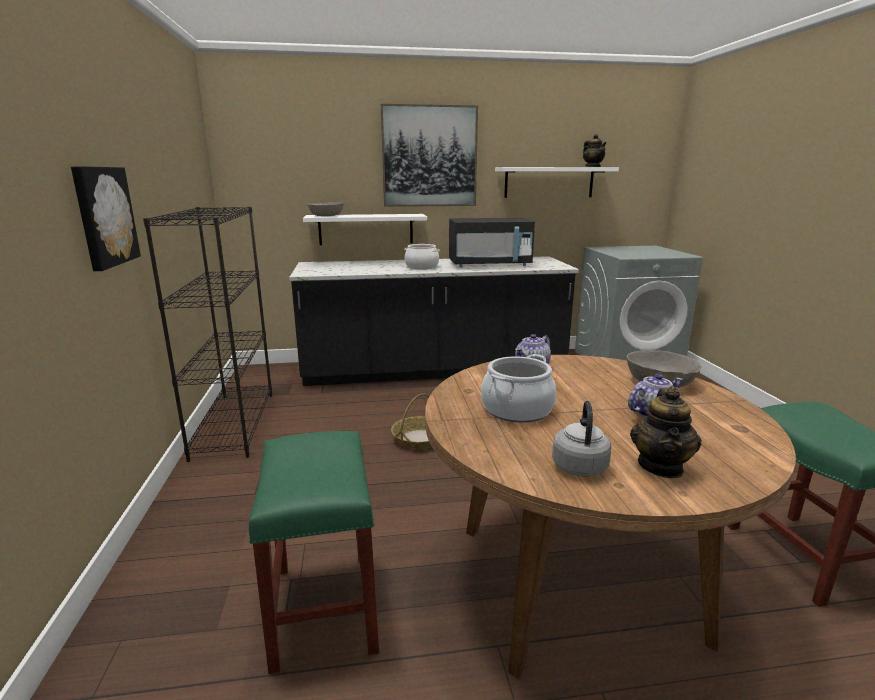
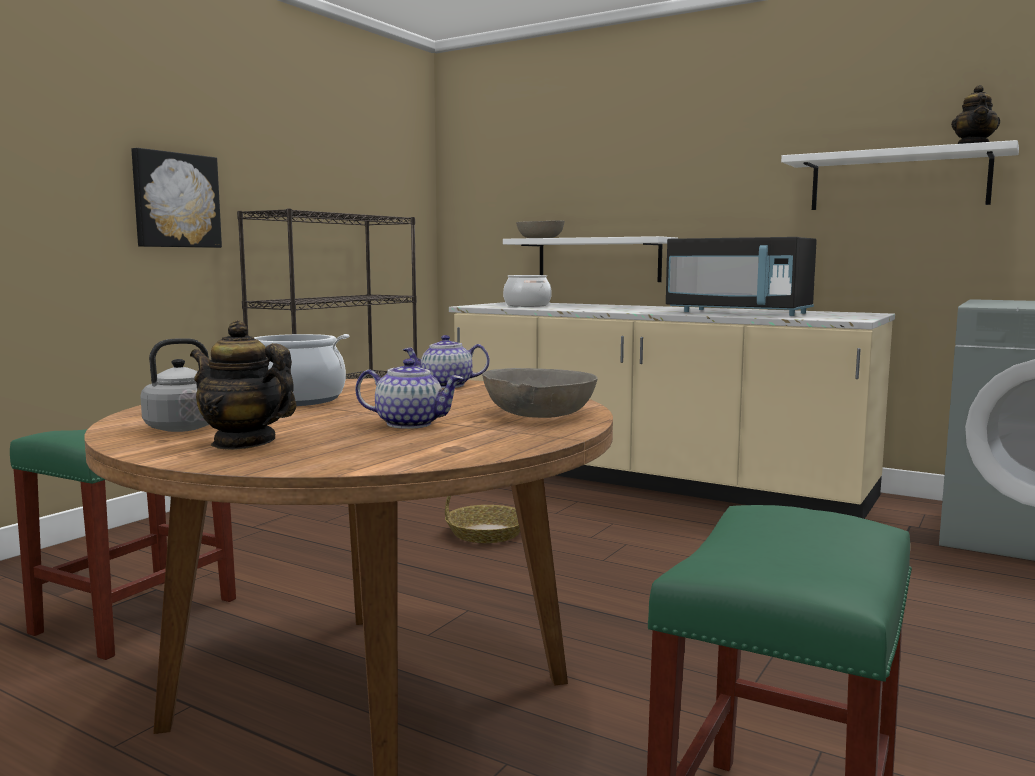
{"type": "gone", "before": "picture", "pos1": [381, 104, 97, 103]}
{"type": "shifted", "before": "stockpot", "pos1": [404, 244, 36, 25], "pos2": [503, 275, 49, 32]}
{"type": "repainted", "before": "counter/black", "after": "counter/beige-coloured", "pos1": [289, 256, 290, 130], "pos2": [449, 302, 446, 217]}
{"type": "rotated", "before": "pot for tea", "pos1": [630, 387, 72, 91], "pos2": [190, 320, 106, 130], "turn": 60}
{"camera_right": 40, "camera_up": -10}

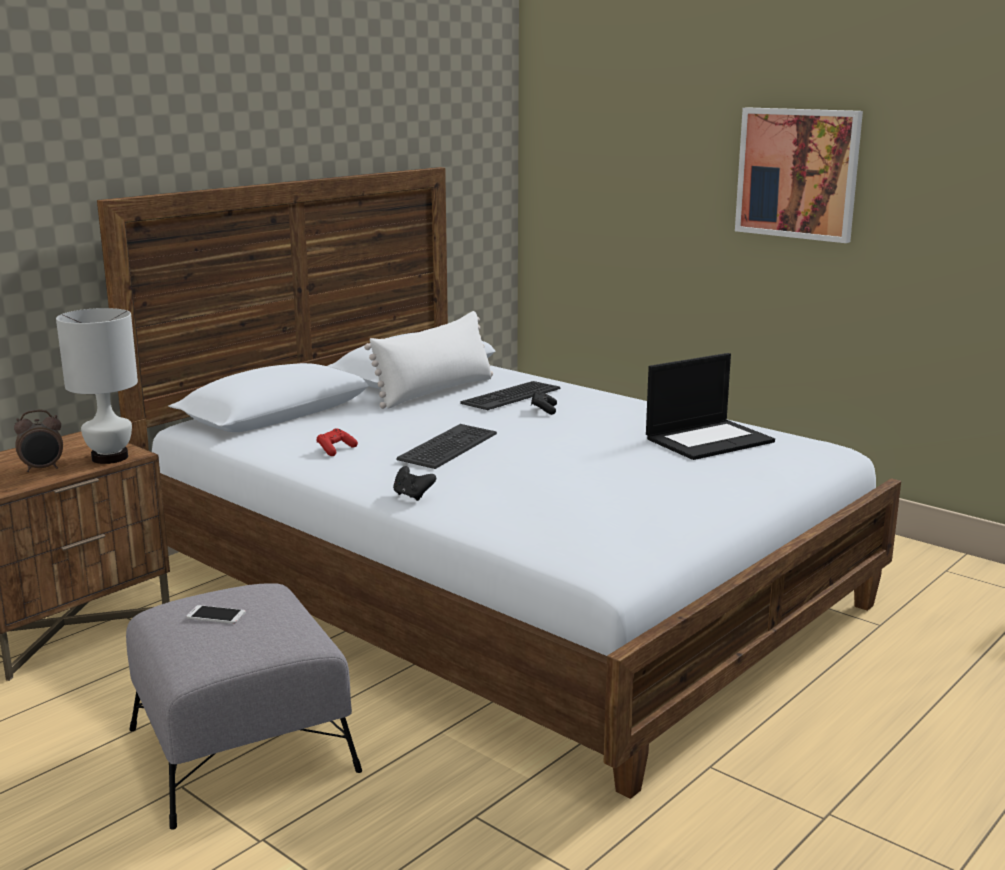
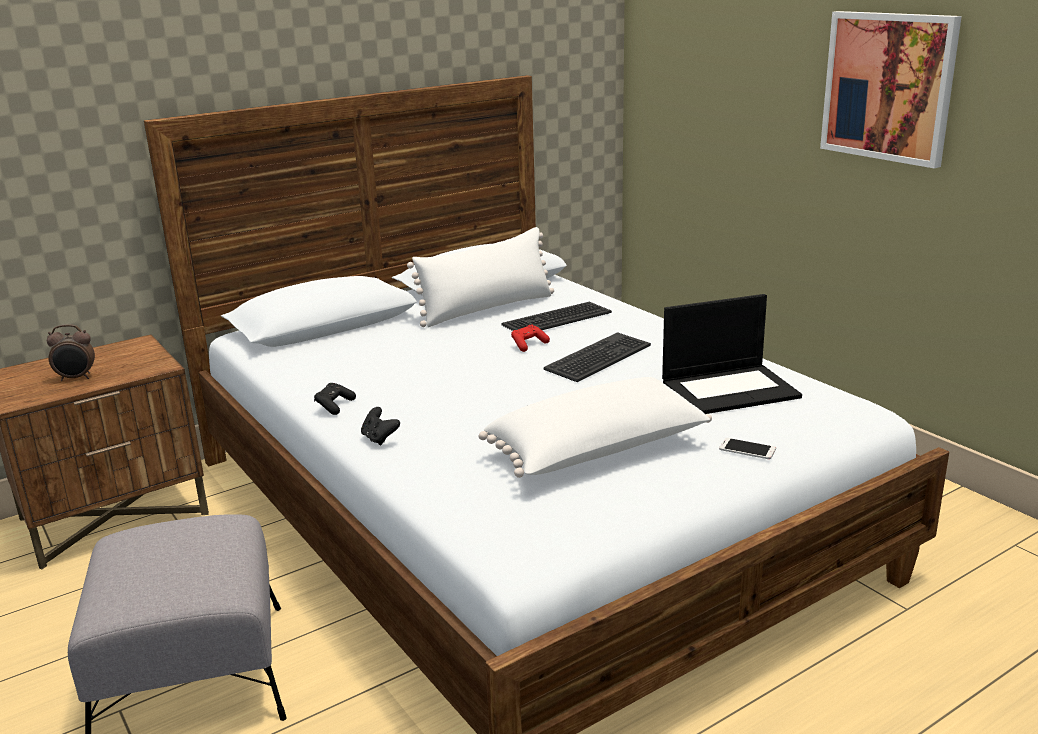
{"type": "gone", "before": "table lamp/white-coloured", "pos1": [56, 308, 82, 156]}
{"type": "new", "after": "pillow/white-coloured", "pos2": [479, 377, 233, 101]}
{"type": "shifted", "before": "telephone", "pos1": [186, 605, 60, 19], "pos2": [719, 438, 57, 21]}
{"type": "shifted", "before": "game controller/reddish", "pos1": [317, 428, 41, 28], "pos2": [511, 324, 39, 28]}
{"type": "shifted", "before": "PC keyboard", "pos1": [397, 424, 100, 45], "pos2": [543, 332, 108, 50]}
{"type": "shifted", "before": "game controller/black", "pos1": [531, 392, 26, 23], "pos2": [314, 383, 42, 32]}
{"camera_right": 15, "camera_up": 5}

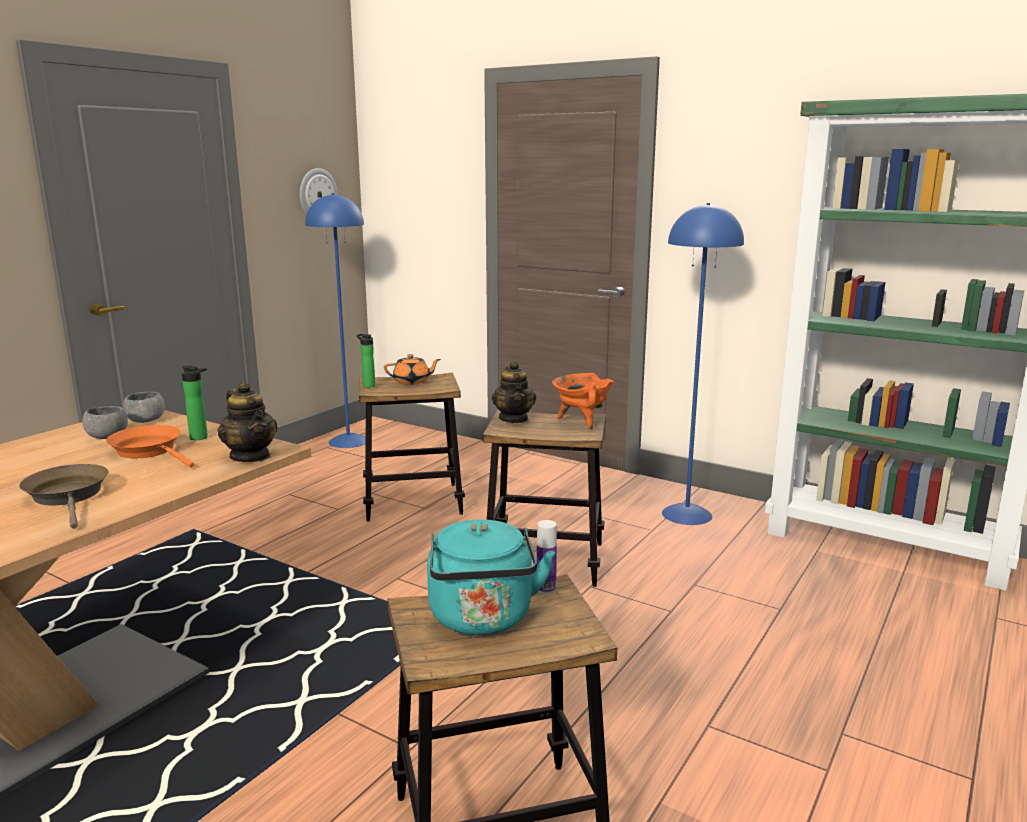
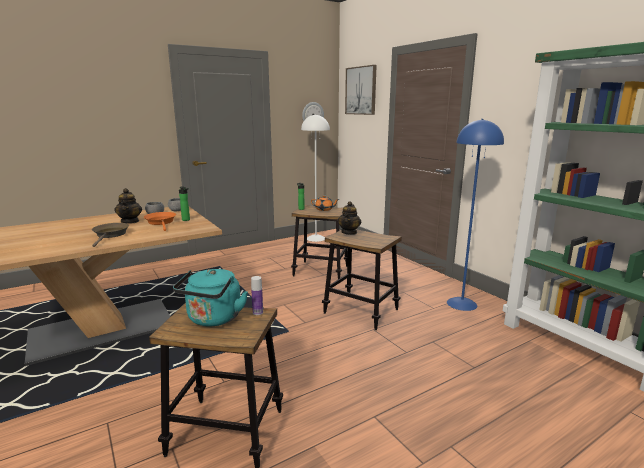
{"type": "gone", "before": "stockpot/orange", "pos1": [552, 373, 62, 57]}
{"type": "new", "after": "picture", "pos2": [345, 65, 32, 50]}
{"type": "shifted", "before": "pot for tea", "pos1": [218, 382, 59, 80], "pos2": [114, 188, 28, 36]}
{"type": "repainted", "before": "standard lamp/bluish", "after": "standard lamp/white-coloured", "pos1": [305, 193, 61, 255], "pos2": [301, 114, 29, 128]}
{"camera_right": 25, "camera_up": 0}

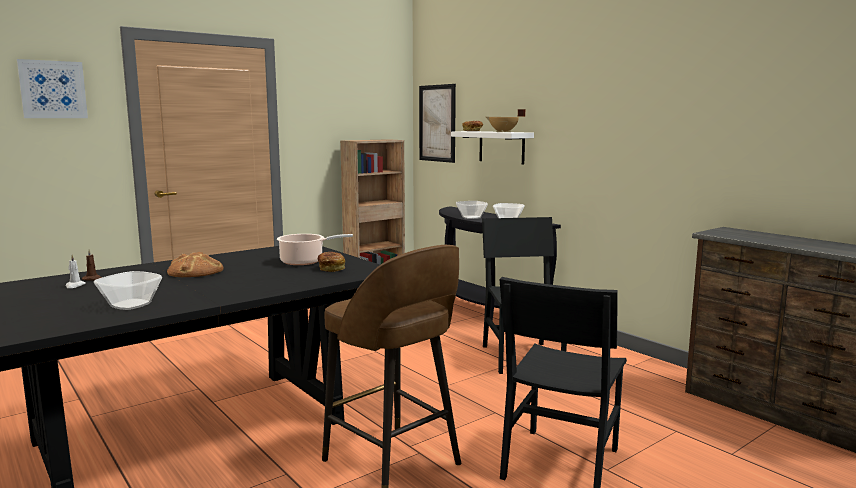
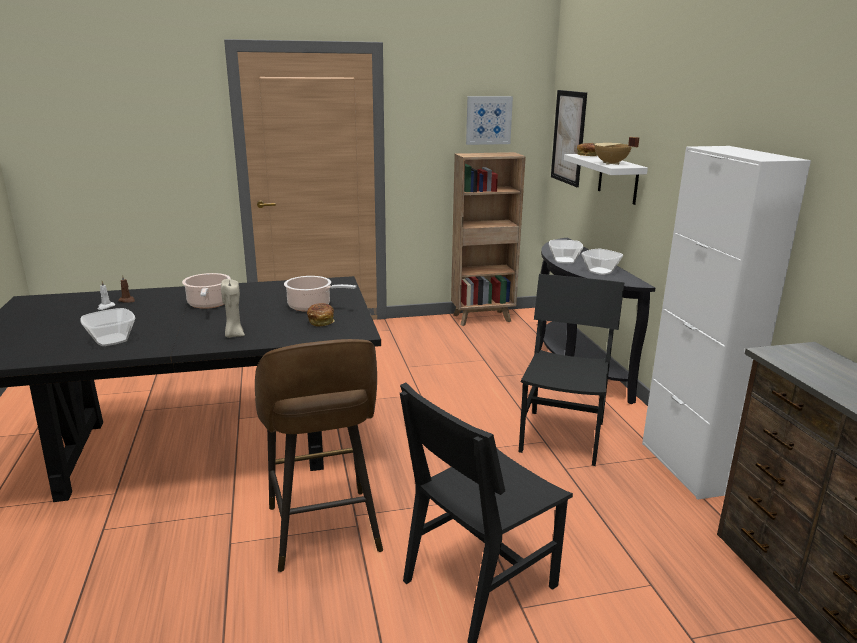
{"type": "new", "after": "wax light/beige-coloured", "pos2": [221, 279, 24, 59]}
{"type": "new", "after": "cabinet/white-coloured", "pos2": [642, 146, 169, 354]}
{"type": "shifted", "before": "picture", "pos1": [17, 59, 71, 59], "pos2": [466, 96, 47, 49]}
{"type": "swapped", "before": "bakery bread", "after": "stockpot", "pos1": [167, 252, 57, 25], "pos2": [182, 273, 49, 36]}
{"camera_right": 25, "camera_up": 10}

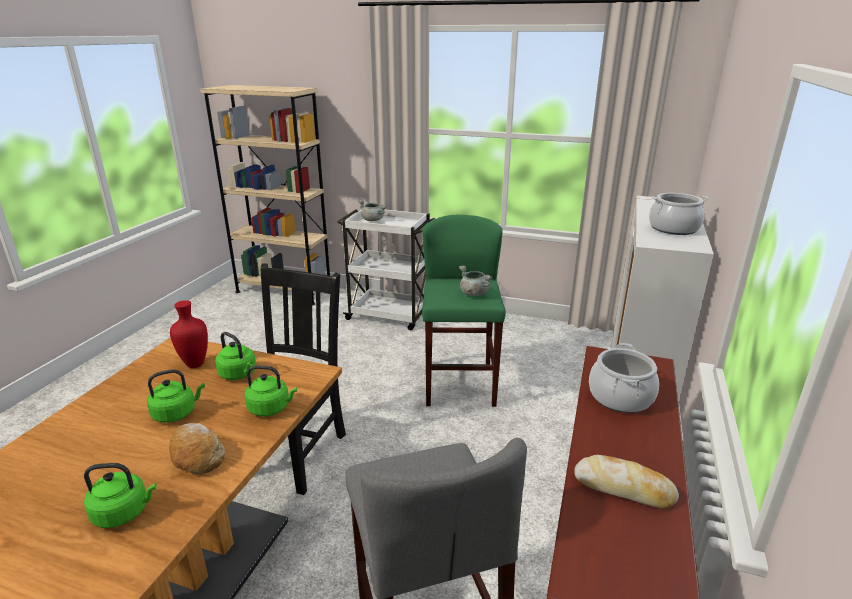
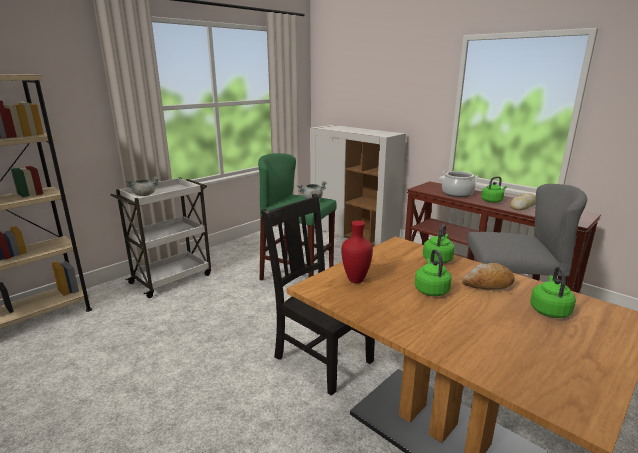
{"type": "gone", "before": "stockpot", "pos1": [649, 193, 60, 42]}
{"type": "shifted", "before": "water kettle/greenish", "pos1": [215, 332, 41, 48], "pos2": [481, 176, 26, 27]}
{"camera_right": -65, "camera_up": -5}

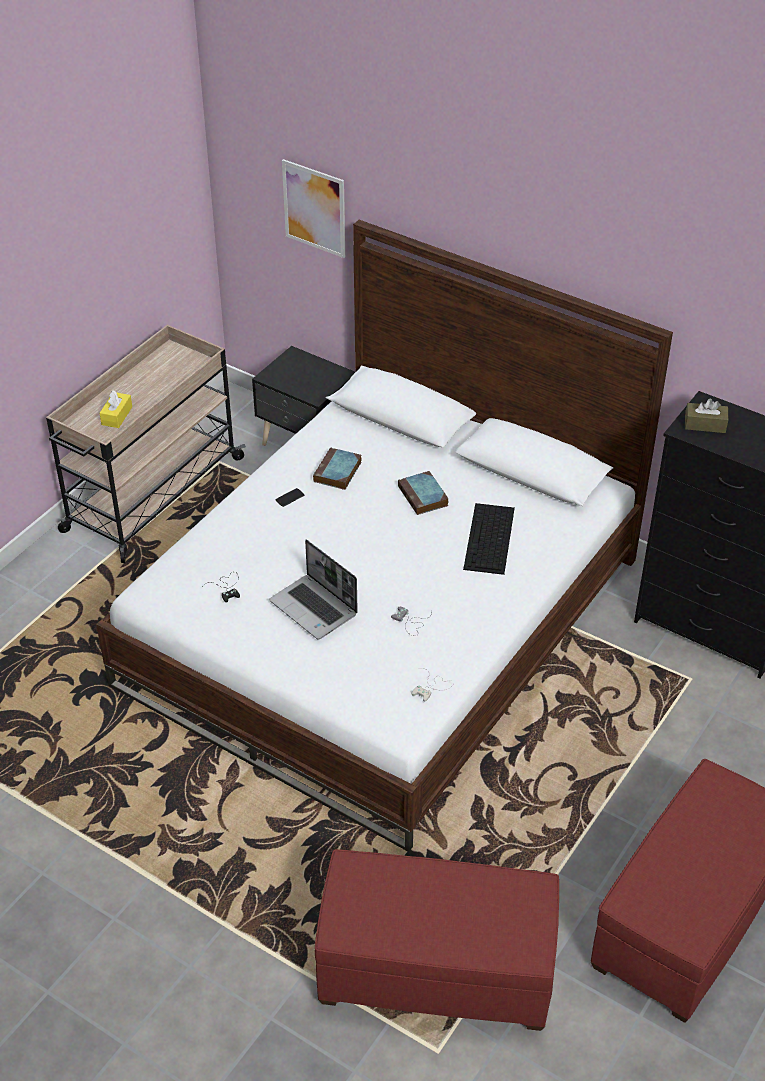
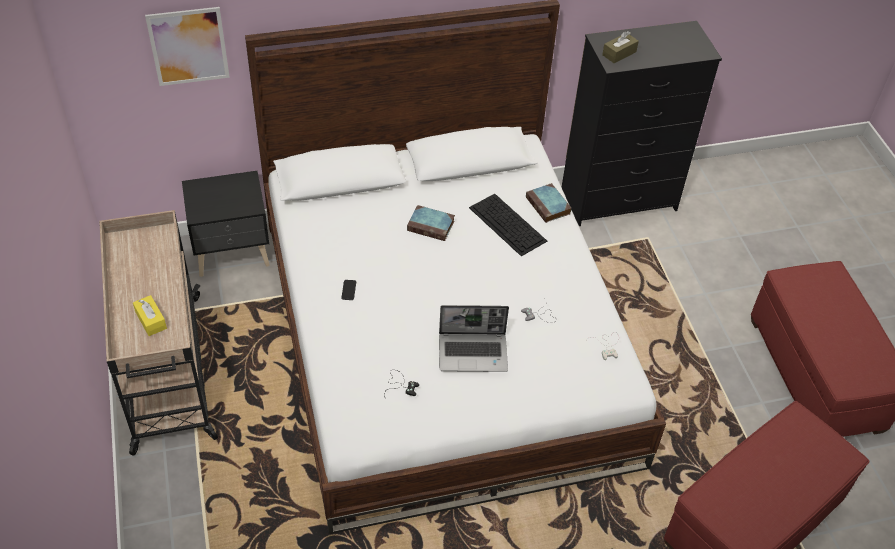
{"type": "shifted", "before": "bound book", "pos1": [313, 447, 49, 43], "pos2": [526, 183, 45, 40]}
{"camera_right": -50, "camera_up": 5}

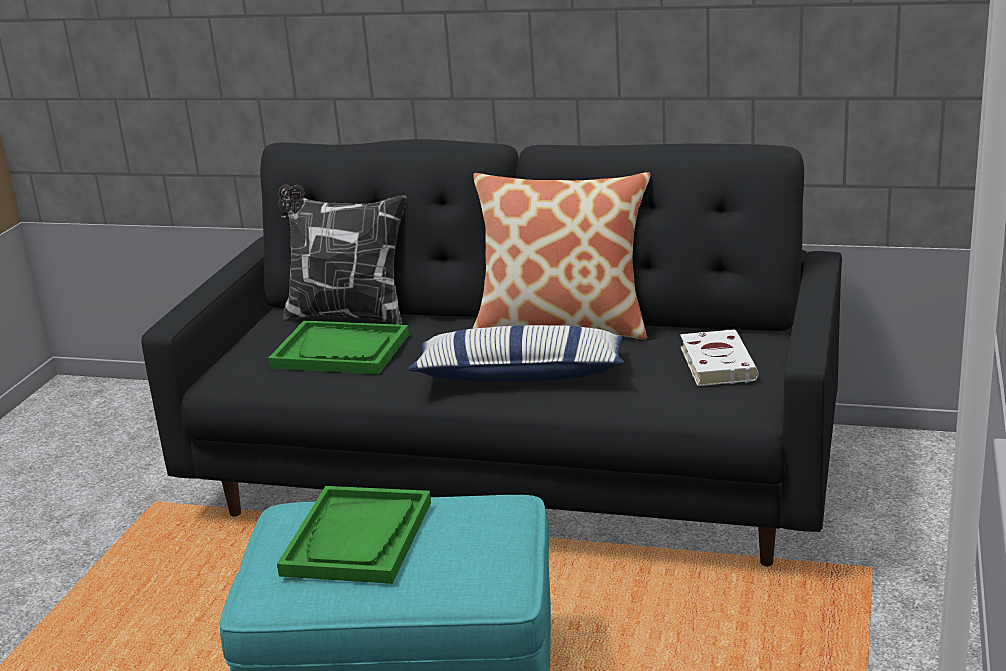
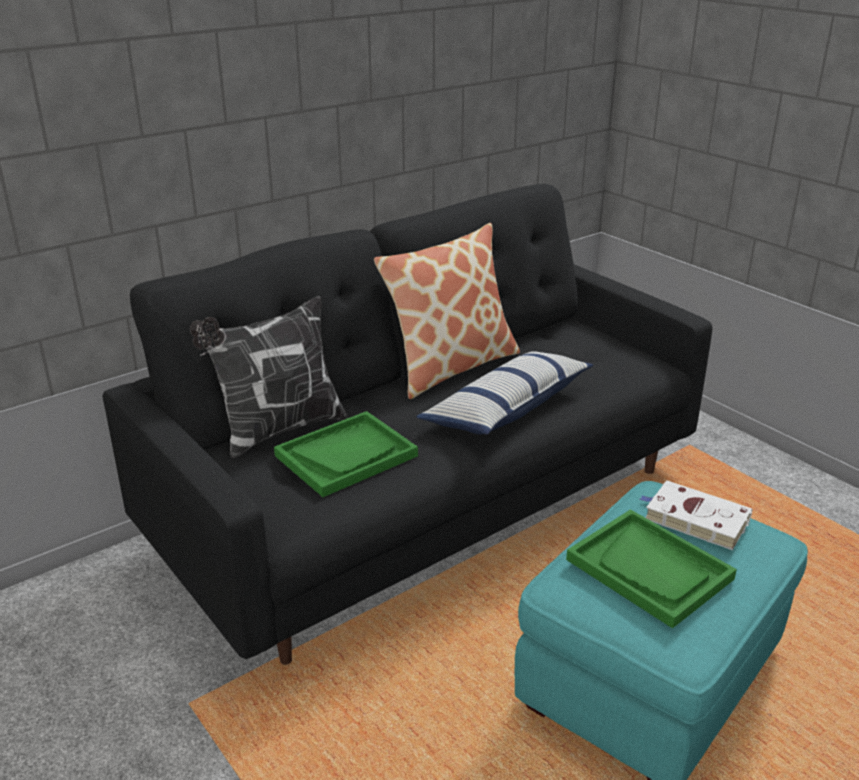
{"type": "shifted", "before": "bound book/white-coloured", "pos1": [680, 329, 79, 57], "pos2": [640, 480, 112, 70]}
{"camera_right": -55, "camera_up": 5}

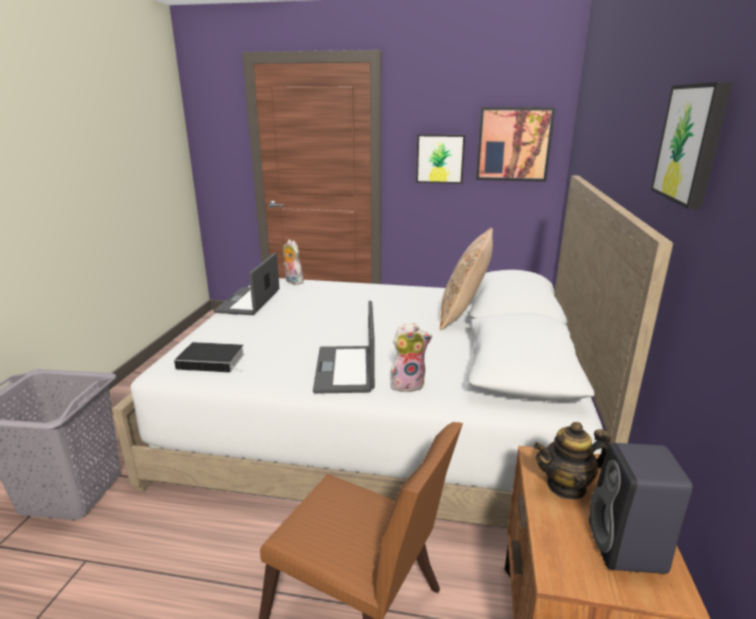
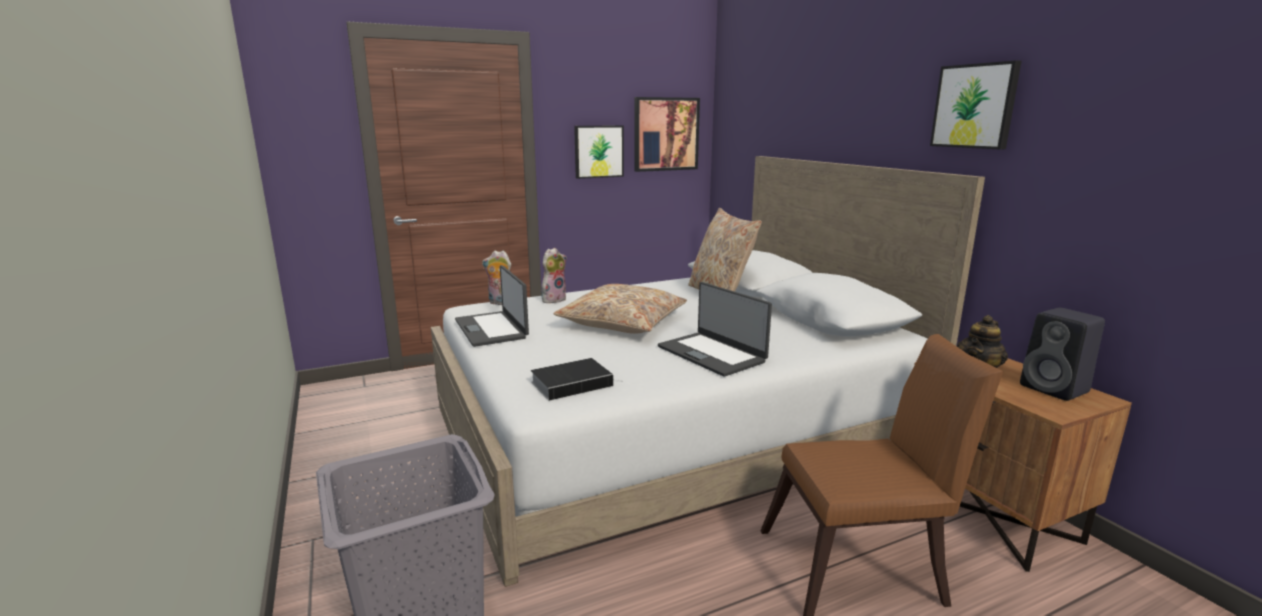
{"type": "new", "after": "pillow/beige-coloured", "pos2": [553, 284, 134, 50]}
{"type": "shifted", "before": "plush toy", "pos1": [390, 323, 42, 69], "pos2": [541, 248, 26, 55]}
{"camera_right": -35, "camera_up": -5}

